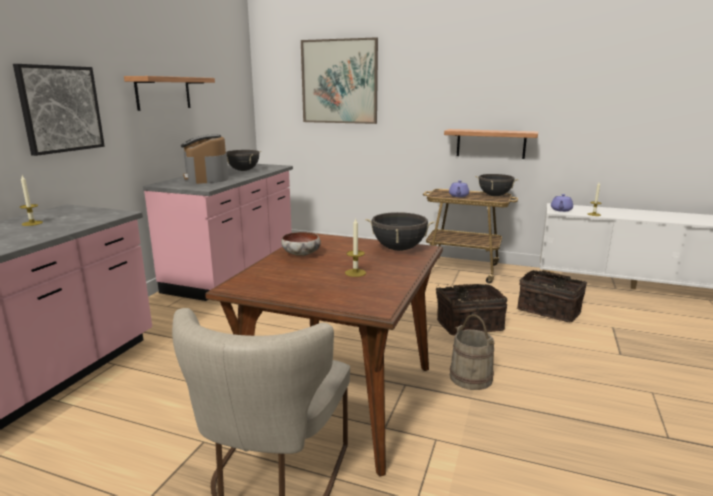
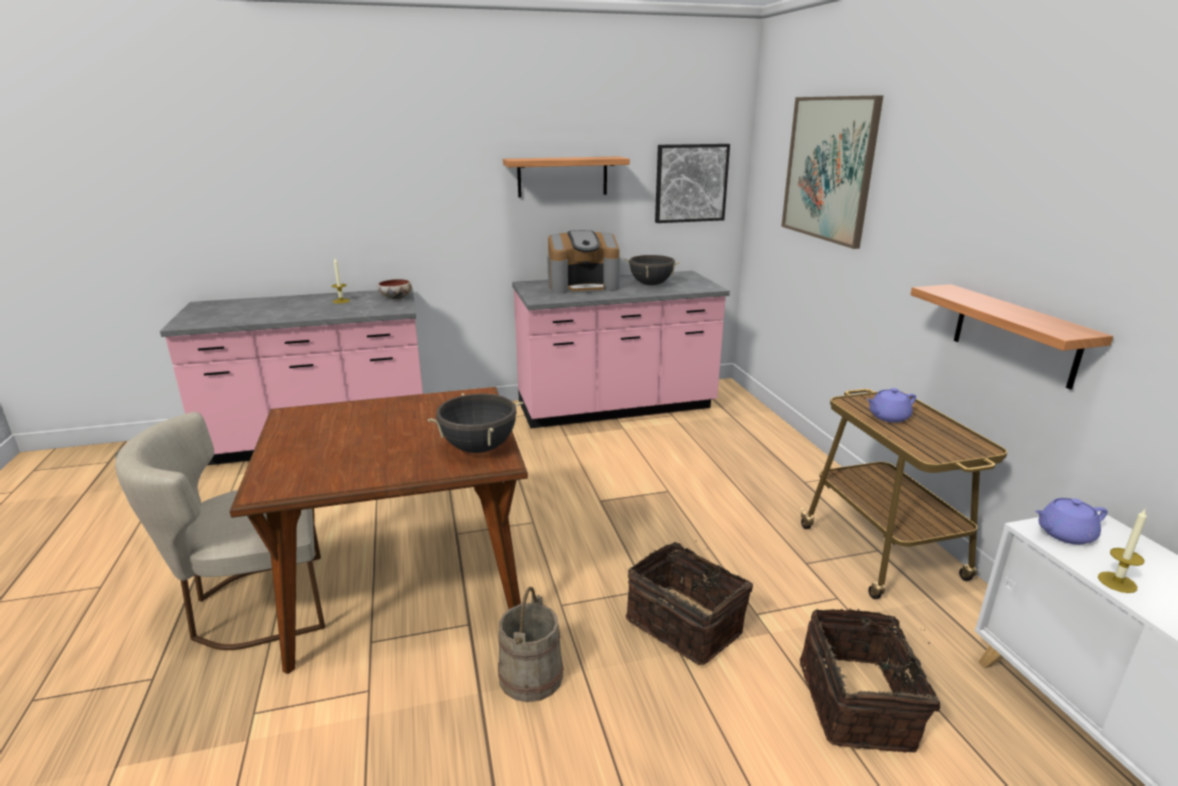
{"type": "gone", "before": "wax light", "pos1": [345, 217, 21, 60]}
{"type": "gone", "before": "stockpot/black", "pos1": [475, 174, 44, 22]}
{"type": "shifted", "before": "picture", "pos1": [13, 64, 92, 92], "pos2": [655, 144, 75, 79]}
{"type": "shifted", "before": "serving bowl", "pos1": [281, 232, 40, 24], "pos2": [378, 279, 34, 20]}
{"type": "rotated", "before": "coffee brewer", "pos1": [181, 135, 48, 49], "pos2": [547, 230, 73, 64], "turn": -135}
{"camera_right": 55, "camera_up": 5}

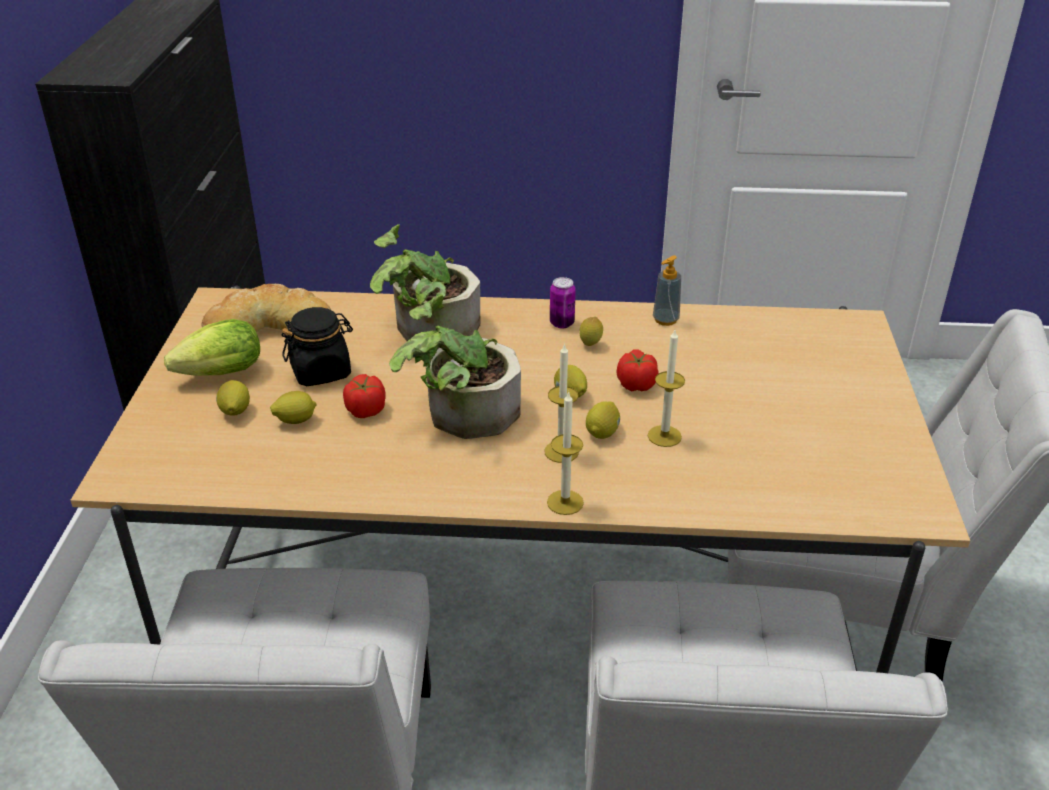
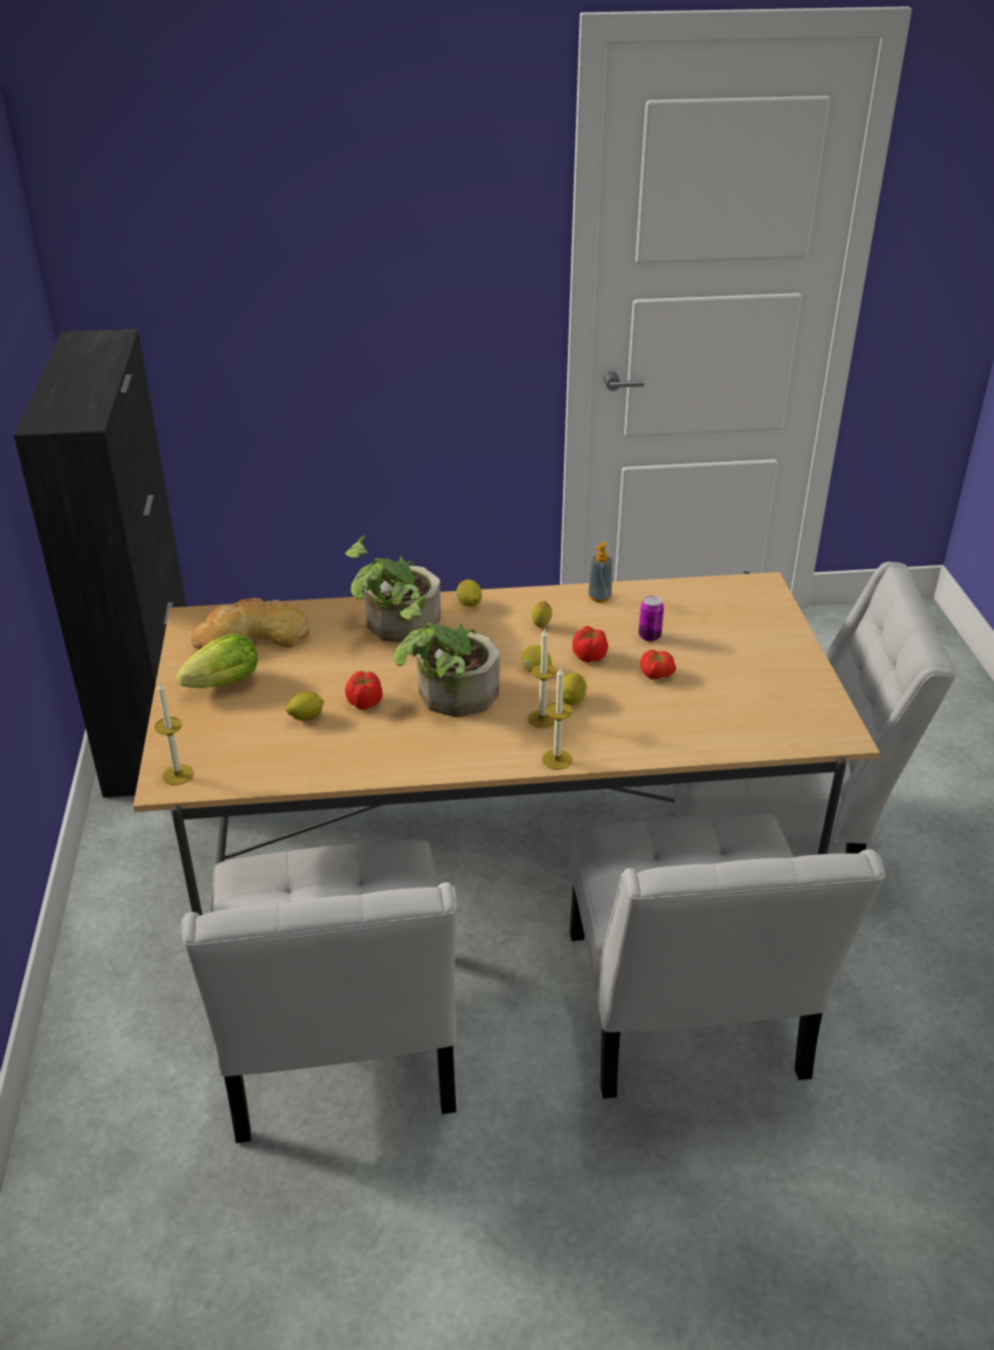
{"type": "gone", "before": "preserve jar/black", "pos1": [282, 307, 71, 79]}
{"type": "new", "after": "tomato", "pos2": [640, 650, 36, 29]}
{"type": "shifted", "before": "lemon", "pos1": [216, 380, 34, 36], "pos2": [456, 580, 26, 27]}
{"type": "shifted", "before": "metal can", "pos1": [550, 277, 26, 51], "pos2": [639, 595, 25, 47]}
{"type": "shifted", "before": "wax light", "pos1": [648, 330, 37, 117], "pos2": [154, 681, 40, 104]}
{"camera_right": -10, "camera_up": 0}

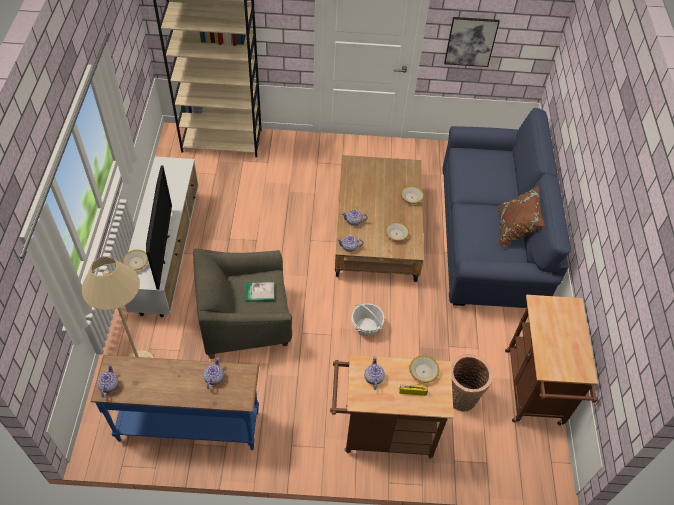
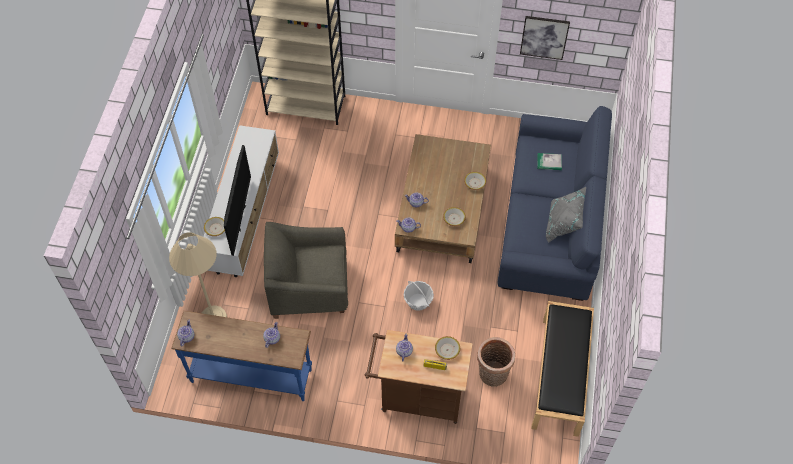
{"type": "shifted", "before": "bound book", "pos1": [246, 282, 28, 20], "pos2": [537, 153, 25, 17]}
{"type": "swapped", "before": "trolley/brown", "after": "indoor bench/black", "pos1": [505, 295, 93, 131], "pos2": [531, 301, 63, 136]}
{"type": "repainted", "before": "pillow/brown", "after": "pillow/greyish", "pos1": [498, 186, 47, 63], "pos2": [546, 187, 40, 56]}
{"camera_right": 10, "camera_up": 5}

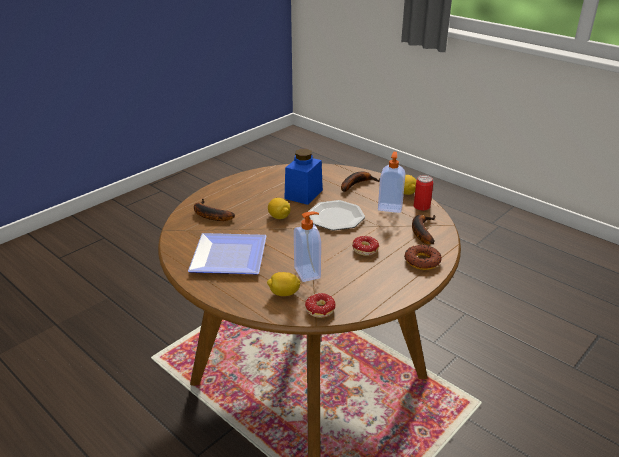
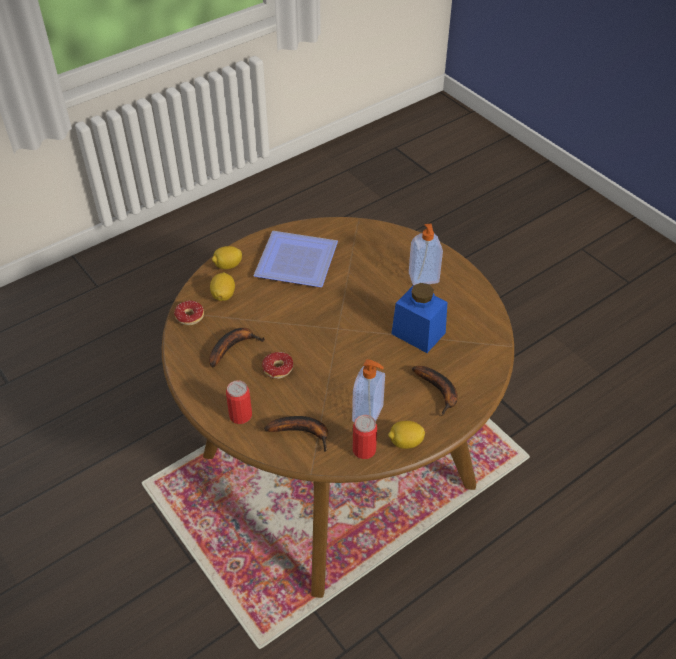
{"type": "gone", "before": "flat dish", "pos1": [308, 200, 57, 31]}
{"type": "shifted", "before": "whole banana", "pos1": [194, 199, 41, 22], "pos2": [209, 328, 56, 40]}
{"type": "shifted", "before": "lemon", "pos1": [268, 198, 22, 21], "pos2": [212, 246, 30, 23]}
{"type": "shifted", "before": "soap dispenser", "pos1": [294, 212, 27, 70], "pos2": [409, 223, 34, 62]}
{"type": "swapped", "before": "ring doughnut", "after": "metal can", "pos1": [404, 244, 38, 26], "pos2": [226, 380, 26, 44]}
{"camera_right": 100, "camera_up": 15}

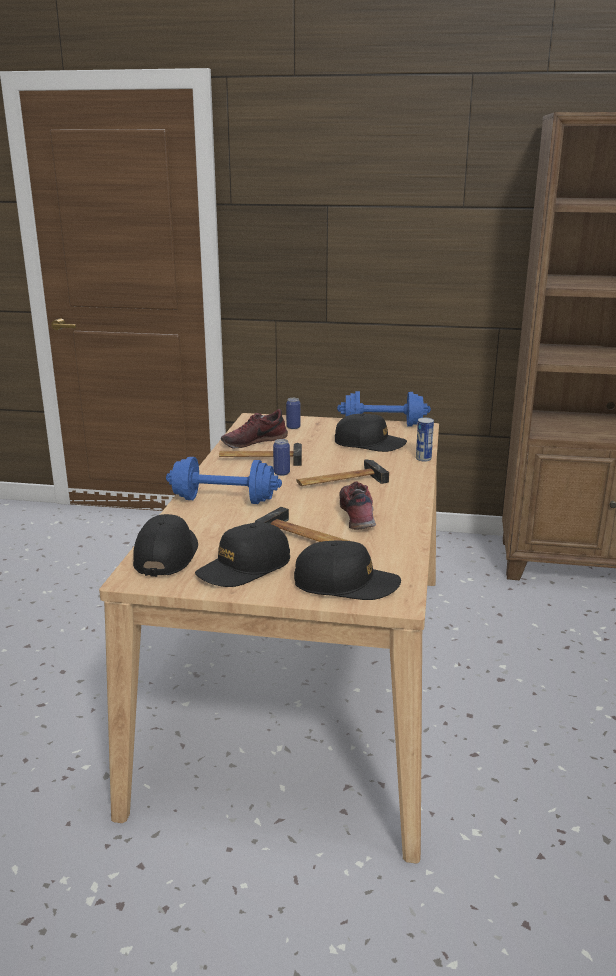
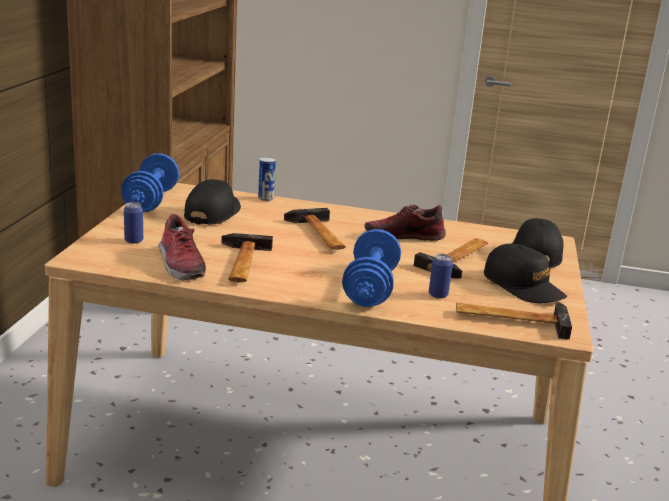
{"type": "shifted", "before": "metal can", "pos1": [273, 439, 17, 37], "pos2": [429, 254, 24, 45]}
{"type": "swapped", "before": "cap/black", "after": "hand hammer", "pos1": [133, 514, 65, 63], "pos2": [456, 302, 116, 38]}
{"camera_right": -90, "camera_up": 0}

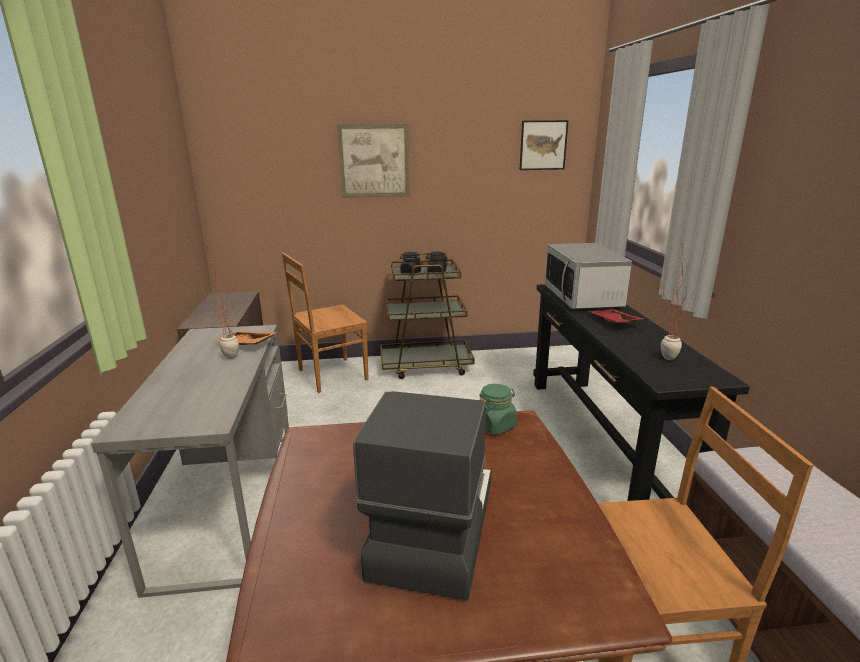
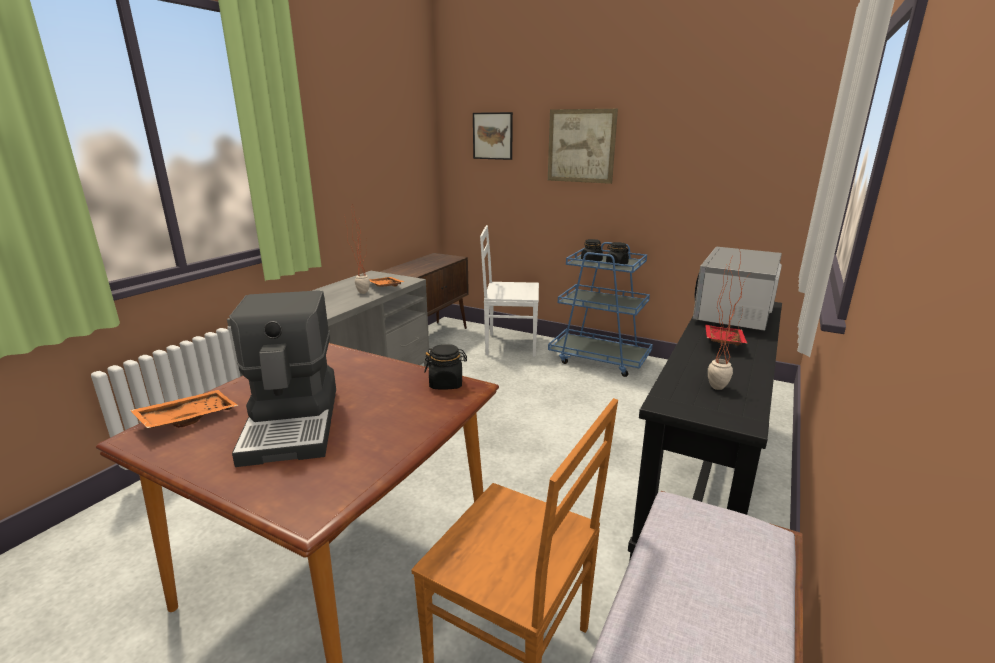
{"type": "new", "after": "carrying tray/orange", "pos2": [130, 390, 108, 38]}
{"type": "shifted", "before": "picture", "pos1": [520, 120, 49, 50], "pos2": [473, 112, 40, 48]}
{"type": "repainted", "before": "upright chair/brown", "after": "upright chair/white-coloured", "pos1": [282, 253, 87, 140], "pos2": [480, 225, 59, 132]}
{"type": "repainted", "before": "trolley/brown", "after": "trolley/bluish", "pos1": [380, 252, 95, 127], "pos2": [548, 242, 105, 135]}
{"type": "repainted", "before": "preserve jar/greenish", "after": "preserve jar/black", "pos1": [480, 384, 37, 51], "pos2": [424, 344, 43, 45]}
{"type": "rotated", "before": "coffee brewer", "pos1": [353, 391, 138, 210], "pos2": [229, 290, 107, 177], "turn": 120}
{"camera_right": 35, "camera_up": 0}

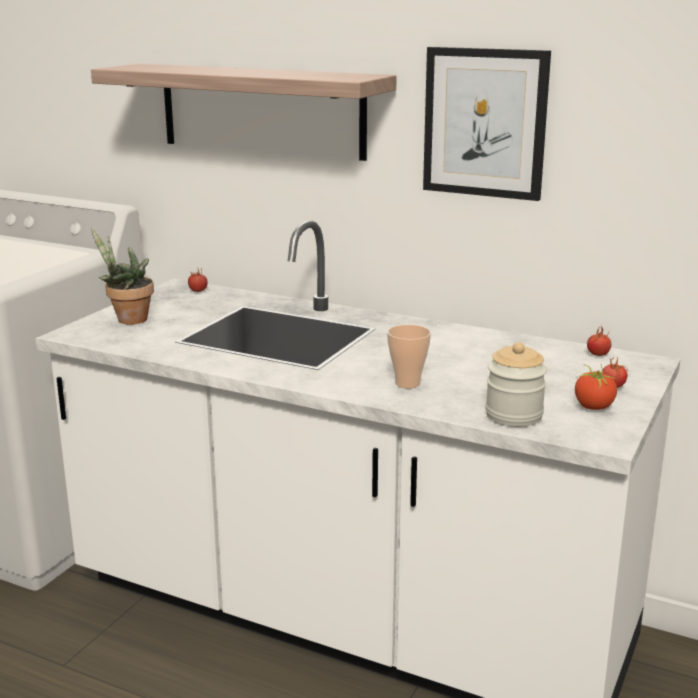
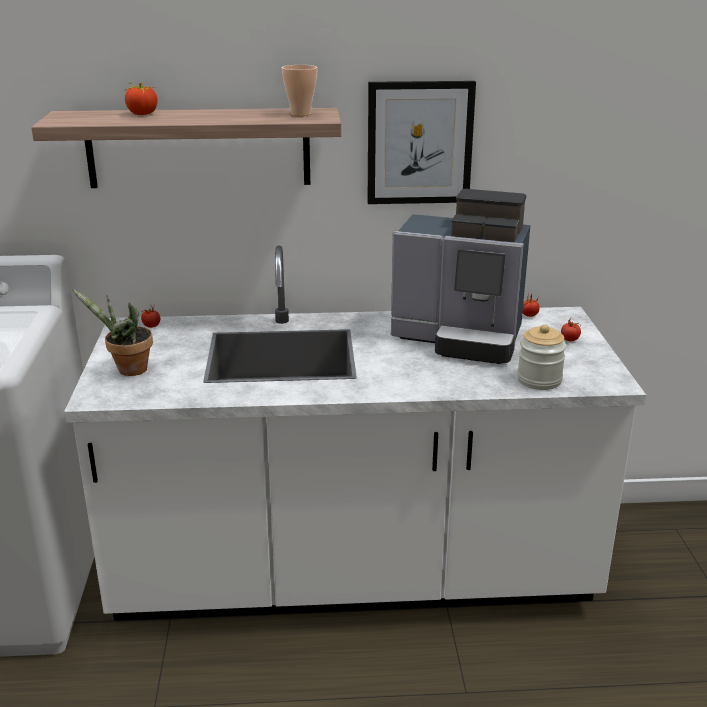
{"type": "new", "after": "coffee brewer", "pos2": [391, 189, 139, 175]}
{"type": "shifted", "before": "small cup", "pos1": [387, 325, 44, 64], "pos2": [282, 65, 36, 51]}
{"type": "shifted", "before": "tomato", "pos1": [575, 363, 43, 47], "pos2": [125, 82, 33, 33]}
{"camera_right": -30, "camera_up": 5}

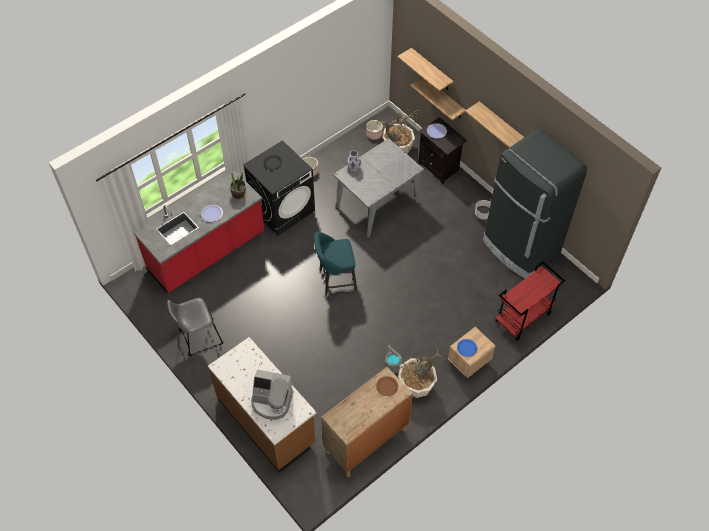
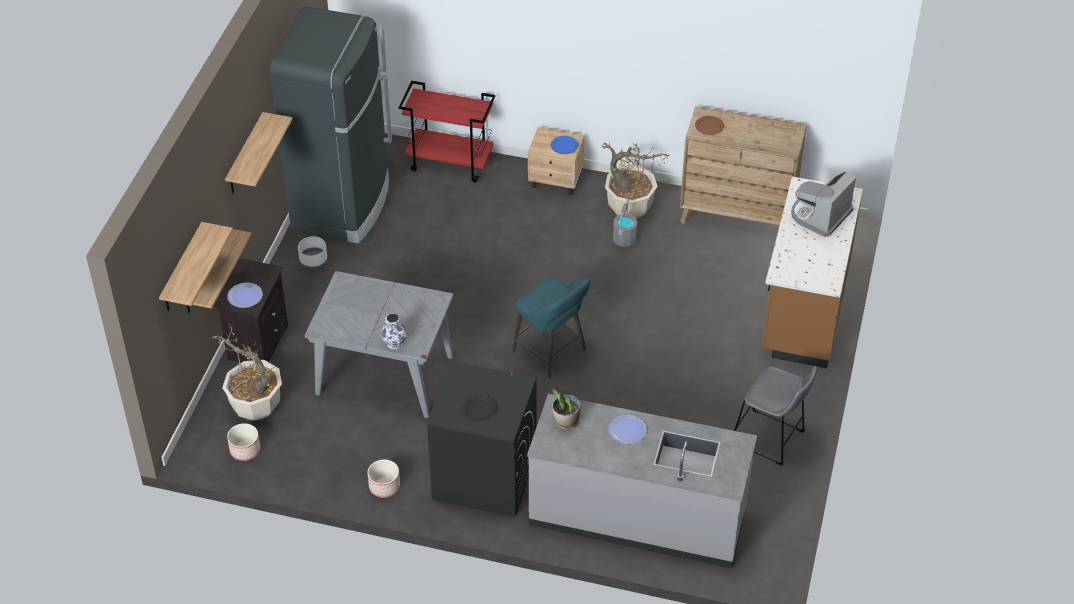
{"type": "repainted", "before": "counter/reddish", "after": "counter/greyish", "pos1": [134, 171, 130, 122], "pos2": [527, 394, 230, 174]}
{"type": "rotated", "before": "coffee brewer", "pos1": [251, 370, 43, 50], "pos2": [791, 171, 65, 66], "turn": -120}
{"camera_right": -125, "camera_up": -10}

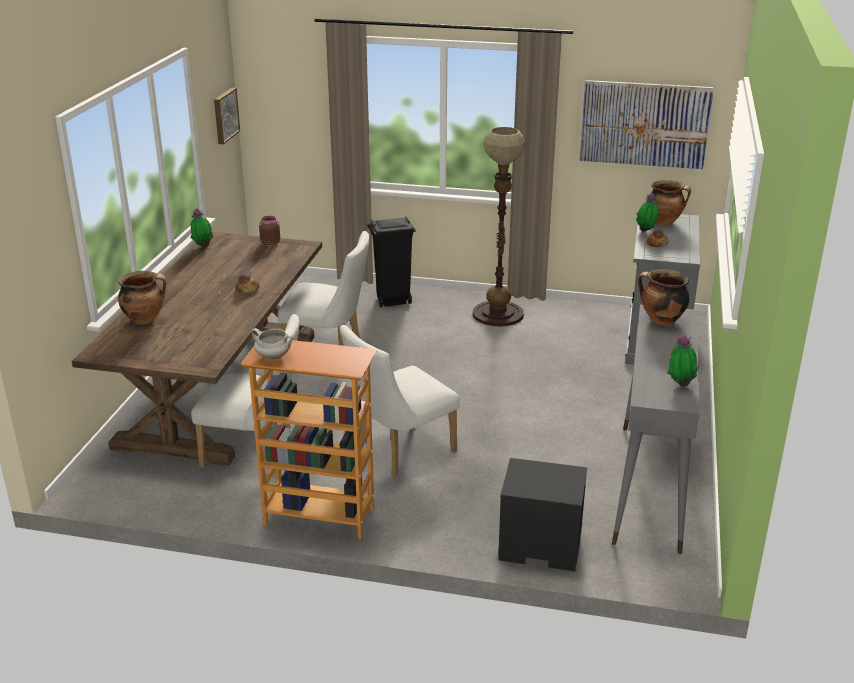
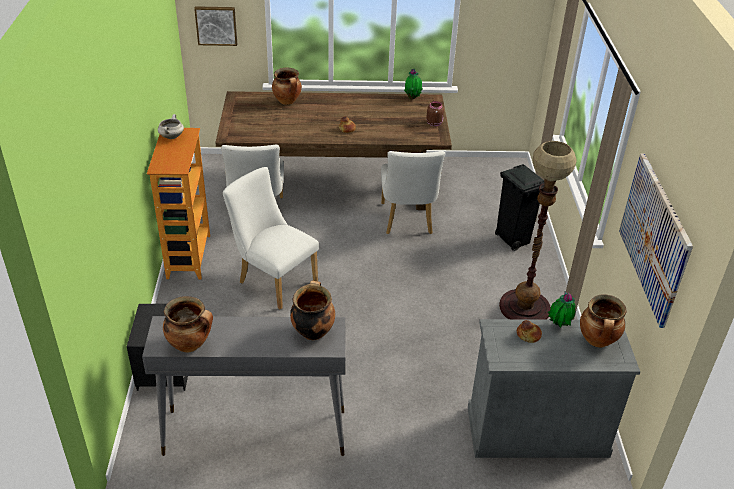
{"type": "shifted", "before": "picture", "pos1": [214, 88, 26, 56], "pos2": [194, 6, 43, 40]}
{"type": "swapped", "before": "houseplant", "after": "stockpot", "pos1": [667, 335, 31, 52], "pos2": [163, 296, 50, 56]}
{"camera_right": 75, "camera_up": 10}

